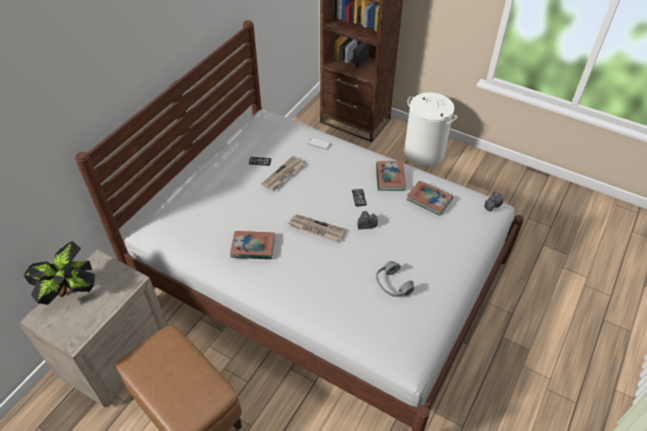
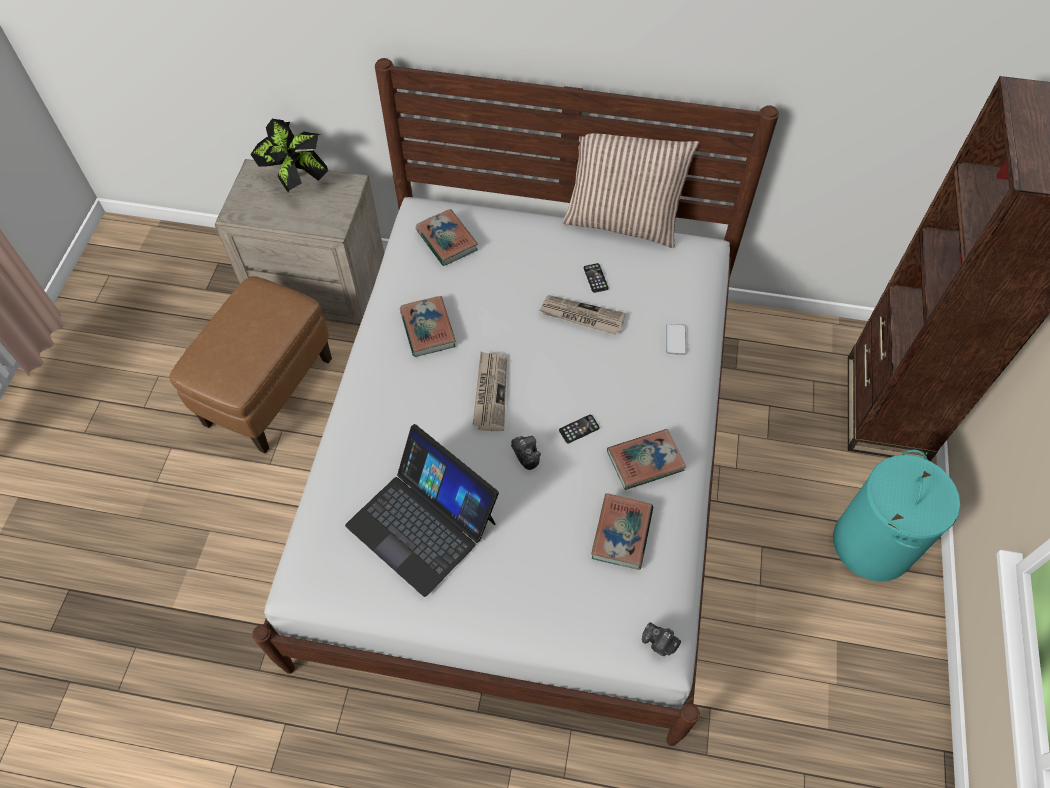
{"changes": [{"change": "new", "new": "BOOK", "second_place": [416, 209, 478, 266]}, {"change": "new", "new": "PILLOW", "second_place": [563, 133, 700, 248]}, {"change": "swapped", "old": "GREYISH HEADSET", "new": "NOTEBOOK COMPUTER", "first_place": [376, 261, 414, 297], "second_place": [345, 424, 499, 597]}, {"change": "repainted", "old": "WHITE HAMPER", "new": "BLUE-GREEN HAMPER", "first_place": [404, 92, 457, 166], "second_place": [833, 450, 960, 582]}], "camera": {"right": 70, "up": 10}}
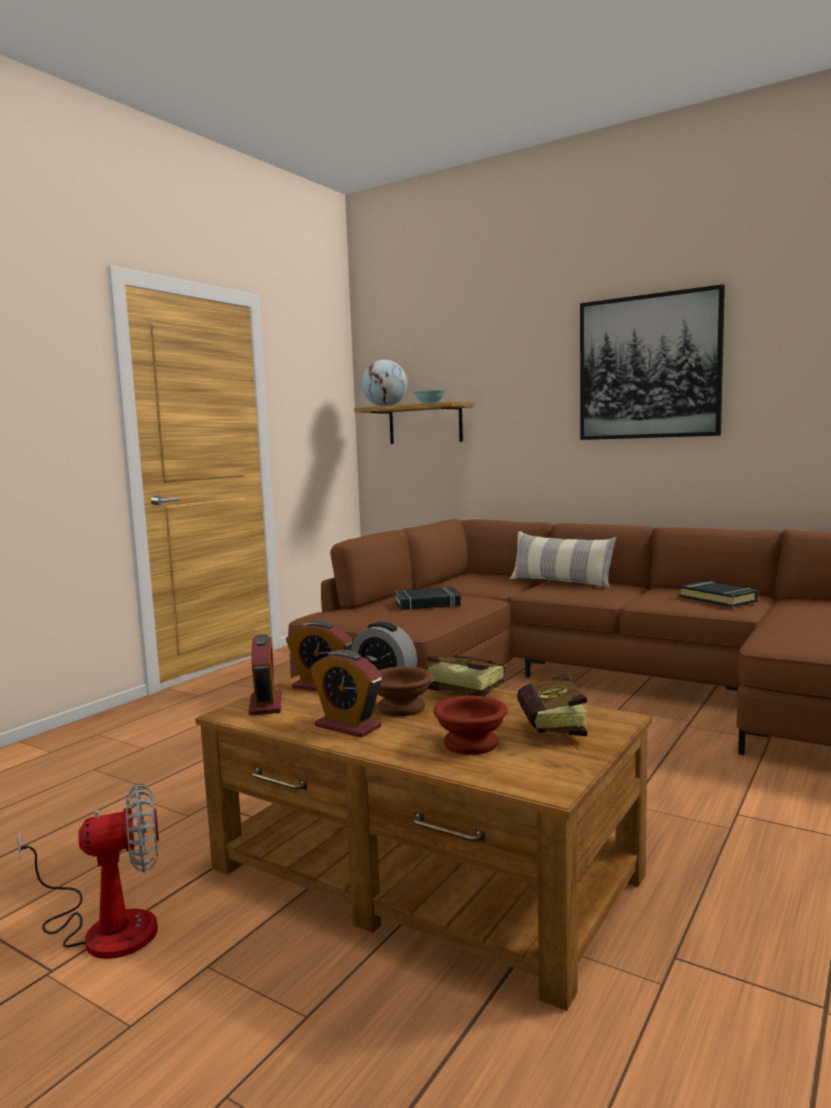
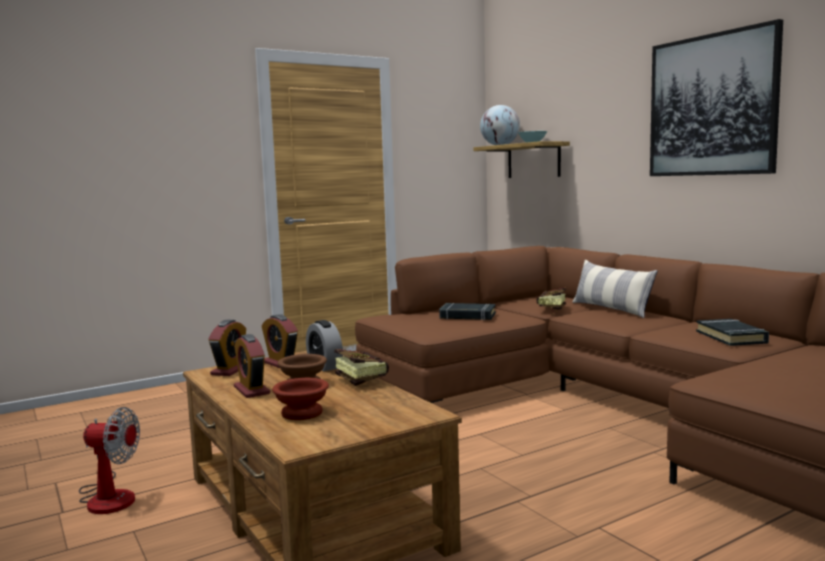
{"changes": [{"change": "shifted", "old": "BOOK", "first_place": [517, 674, 588, 753], "second_place": [536, 287, 566, 315]}], "camera": {"right": 25, "up": 0}}
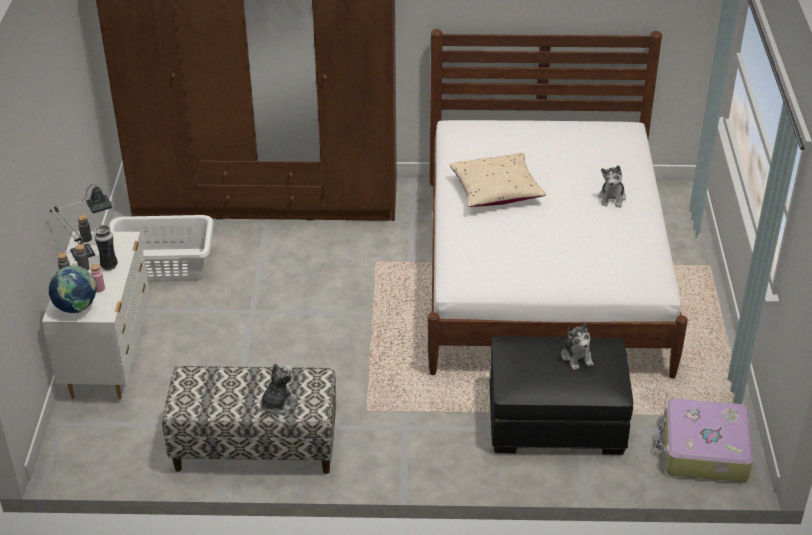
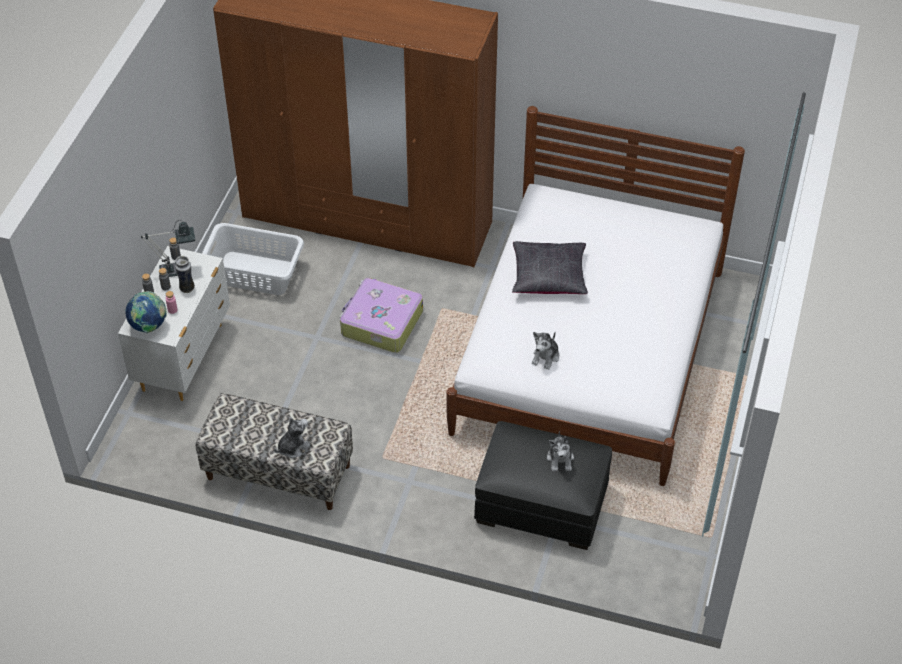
{"changes": [{"change": "shifted", "old": "CUDDLY TOY", "first_place": [599, 165, 626, 208], "second_place": [532, 332, 559, 370]}, {"change": "shifted", "old": "PIECE OF LUGGAGE", "first_place": [656, 398, 753, 482], "second_place": [340, 278, 423, 353]}, {"change": "repainted", "old": "BEIGE PILLOW", "new": "BLACKISH PILLOW", "first_place": [450, 153, 546, 207], "second_place": [512, 241, 588, 294]}], "camera": {"right": 15, "up": 10}}
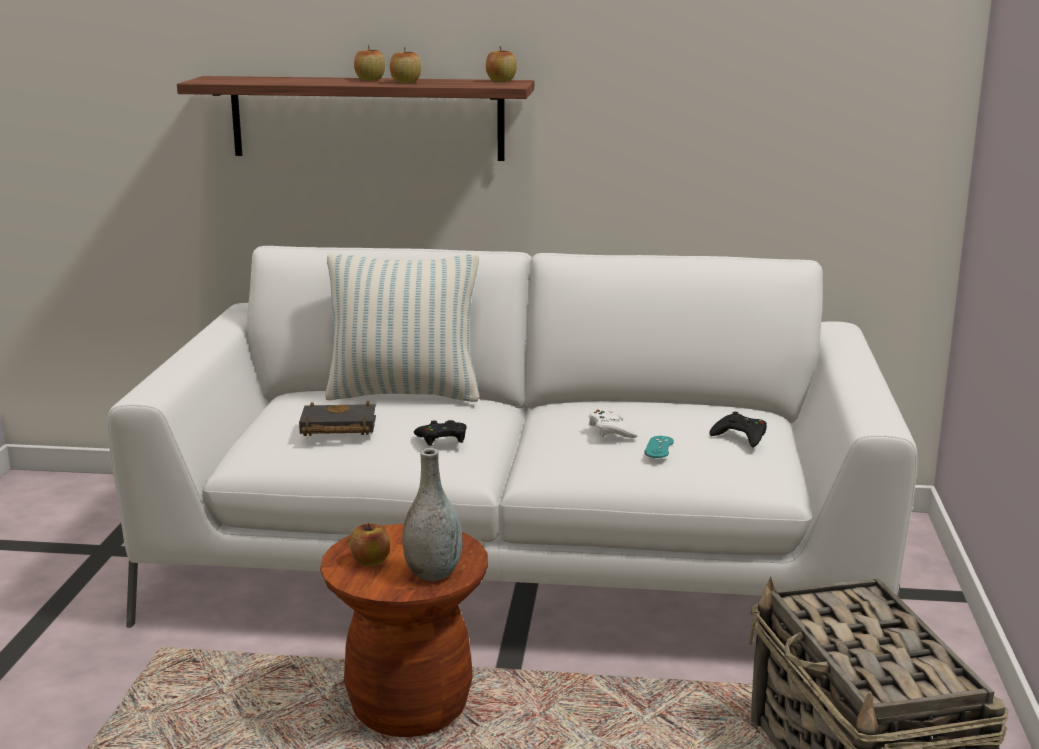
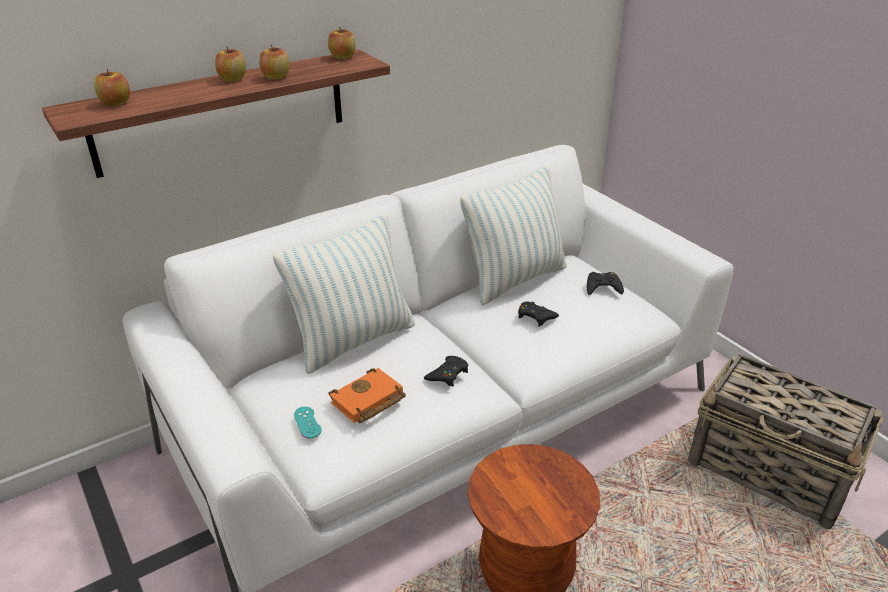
{"changes": [{"change": "gone", "old": "GREYISH DECORATIVE VASE", "first_place": [402, 448, 463, 581]}, {"change": "new", "new": "PILLOW", "second_place": [460, 165, 567, 305]}, {"change": "shifted", "old": "APPLE FRUIT", "first_place": [350, 523, 390, 566], "second_place": [94, 69, 130, 106]}, {"change": "shifted", "old": "BLUE-GREEN GAMEPAD", "first_place": [644, 436, 674, 458], "second_place": [294, 407, 322, 438]}, {"change": "repainted", "old": "BLACKISH BOOK", "new": "ORANGE-COLOURED BOOK", "first_place": [299, 401, 376, 436], "second_place": [328, 368, 406, 423]}, {"change": "repainted", "old": "WHITE GAMEPAD", "new": "BLACKISH GAMEPAD", "first_place": [588, 409, 638, 438], "second_place": [518, 301, 559, 327]}], "camera": {"right": -40, "up": 15}}
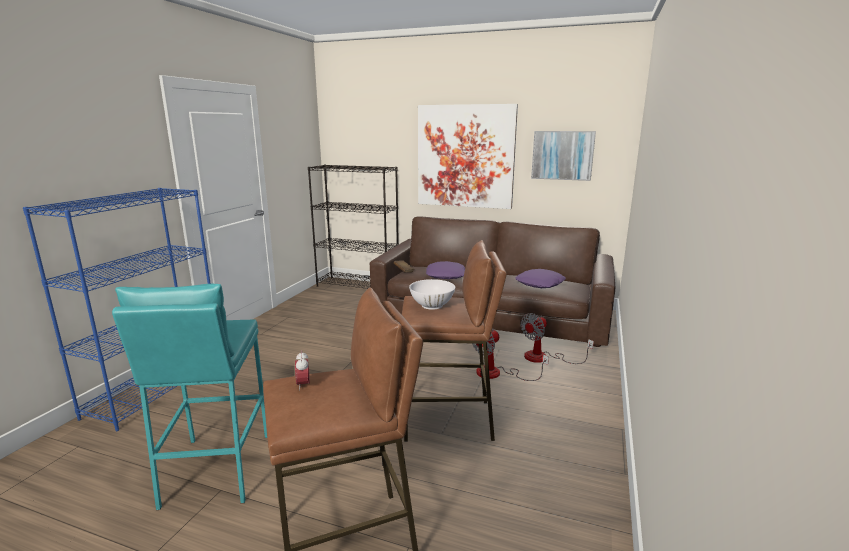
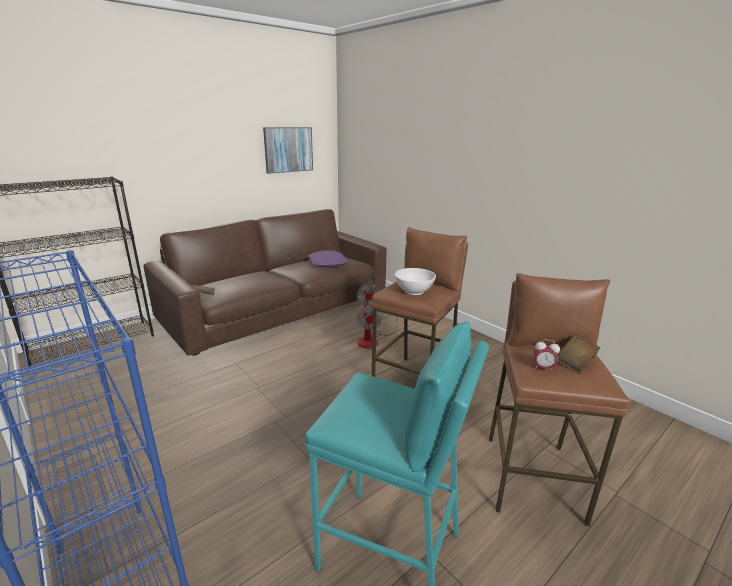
{"changes": [{"change": "gone", "old": "PICTURE", "first_place": [418, 104, 518, 209]}, {"change": "gone", "old": "PURPLISH PILLOW", "first_place": [426, 261, 465, 279]}, {"change": "new", "new": "BROWNISH BOOK", "second_place": [557, 335, 600, 373]}], "camera": {"right": -60, "up": 5}}
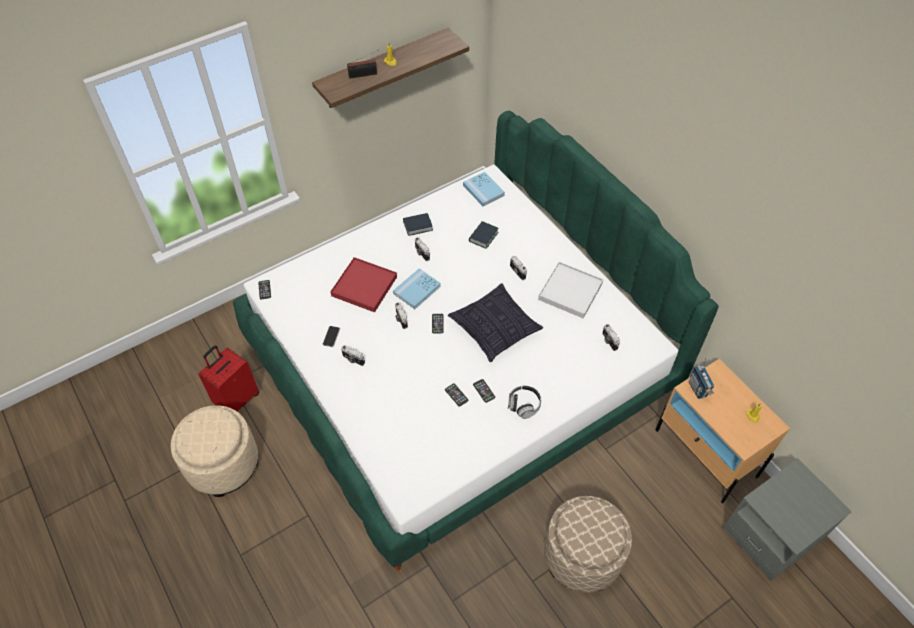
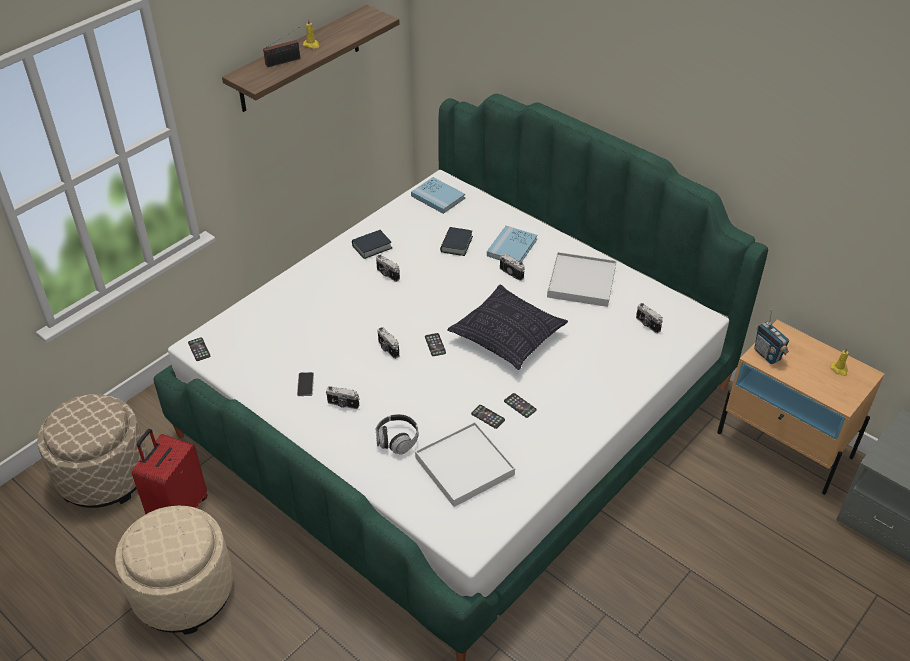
{"changes": [{"change": "gone", "old": "RED-COLOURED CARRYING TRAY", "first_place": [330, 257, 397, 312]}, {"change": "new", "new": "WHITE CARRYING TRAY", "second_place": [415, 422, 515, 507]}, {"change": "shifted", "old": "BLUISH BOOK", "first_place": [393, 268, 441, 309], "second_place": [487, 226, 537, 262]}, {"change": "shifted", "old": "HEADSET", "first_place": [508, 386, 541, 419], "second_place": [376, 414, 418, 455]}, {"change": "shifted", "old": "BEIGE POUFFE", "first_place": [544, 496, 632, 592], "second_place": [37, 394, 148, 508]}], "camera": {"right": -15, "up": -10}}
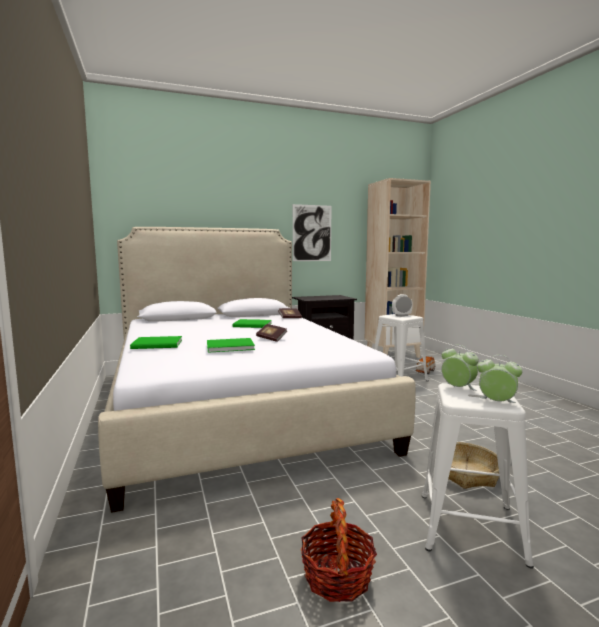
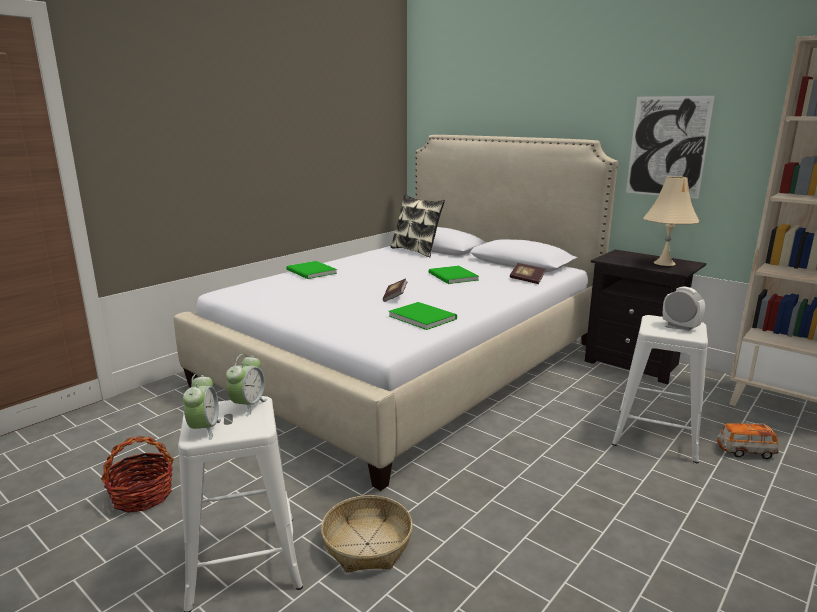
{"changes": [{"change": "new", "new": "PILLOW", "second_place": [390, 194, 445, 257]}, {"change": "new", "new": "BEIGE TABLE LAMP", "second_place": [643, 176, 699, 266]}, {"change": "shifted", "old": "GREEN-COLOURED BOOK", "first_place": [207, 338, 255, 353], "second_place": [389, 302, 457, 330]}], "camera": {"right": 60, "up": 10}}
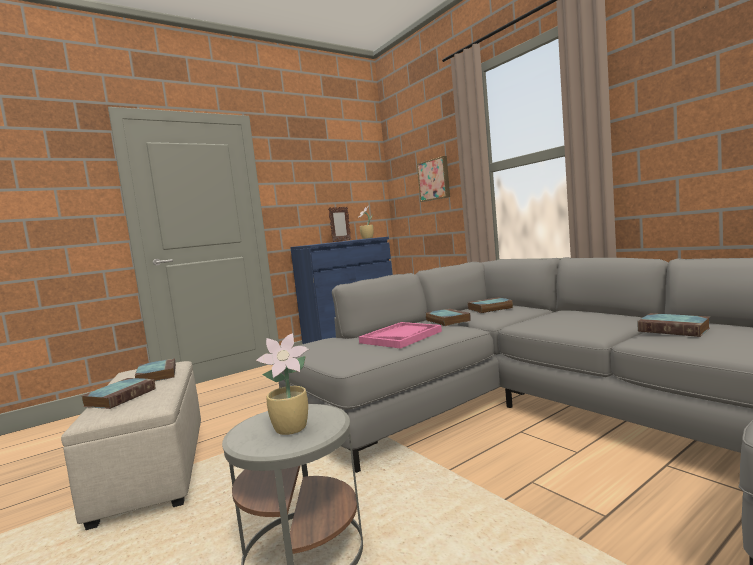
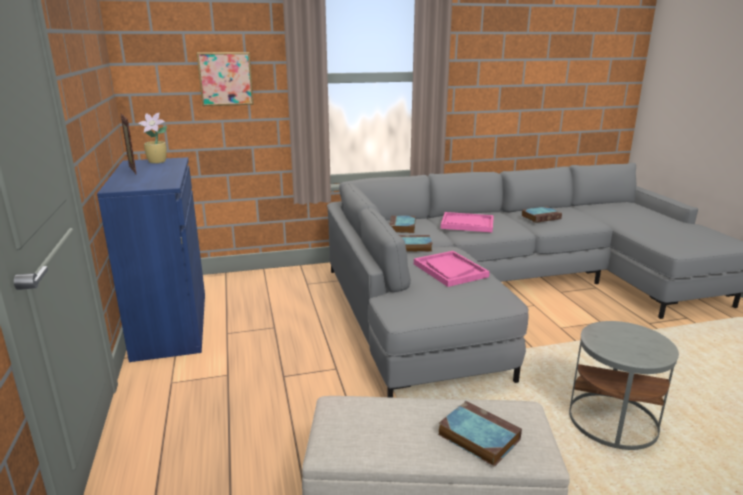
{"changes": [{"change": "gone", "old": "BOOK", "first_place": [134, 358, 176, 381]}, {"change": "gone", "old": "PLANT IN A POT", "first_place": [256, 333, 309, 435]}, {"change": "new", "new": "PINKISH CARRYING TRAY", "second_place": [441, 212, 494, 232]}], "camera": {"right": -70, "up": 15}}
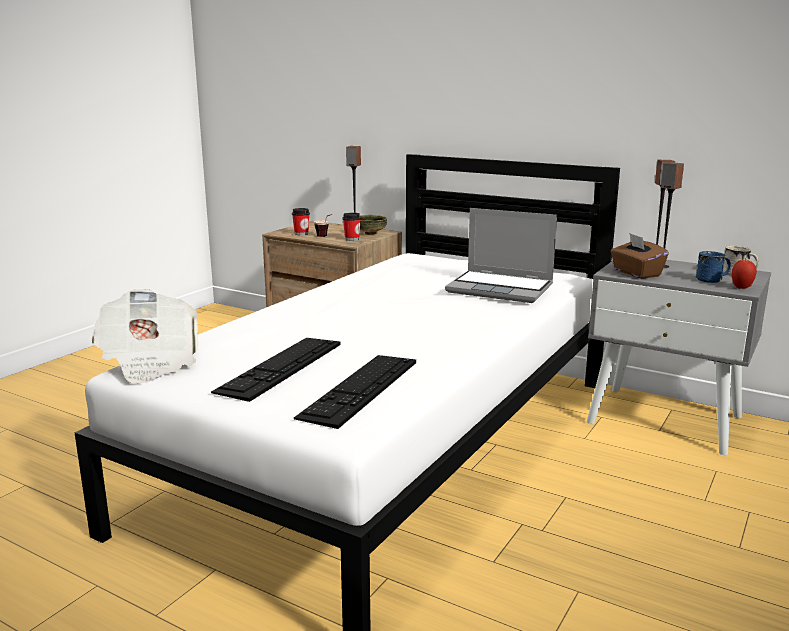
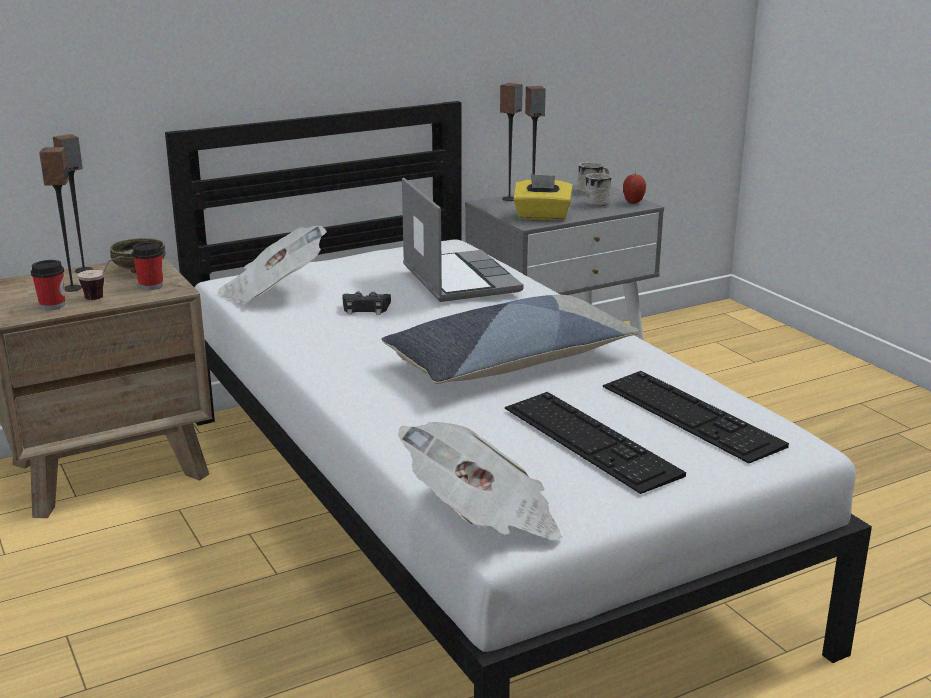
{"changes": [{"change": "new", "new": "LOUDSPEAKER", "second_place": [39, 147, 82, 292]}, {"change": "new", "new": "NEWSPAPER", "second_place": [218, 226, 327, 304]}, {"change": "new", "new": "BLACKISH GAMEPAD", "second_place": [342, 291, 391, 314]}, {"change": "new", "new": "PILLOW", "second_place": [381, 295, 639, 384]}, {"change": "repainted", "old": "BROWNISH TISSUE HOLDER", "new": "YELLOW TISSUE HOLDER", "first_place": [610, 233, 669, 279], "second_place": [513, 174, 573, 221]}, {"change": "repainted", "old": "BLUISH MUG", "new": "WHITE MUG", "first_place": [696, 251, 731, 283], "second_place": [585, 173, 612, 207]}, {"change": "rotated", "old": "NOTEBOOK COMPUTER", "first_place": [445, 208, 557, 303], "second_place": [402, 178, 524, 302], "degrees": -75}], "camera": {"right": -60, "up": 5}}
